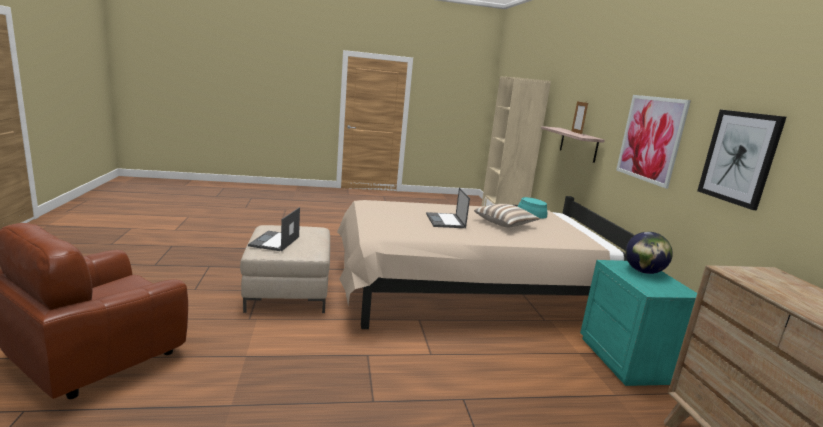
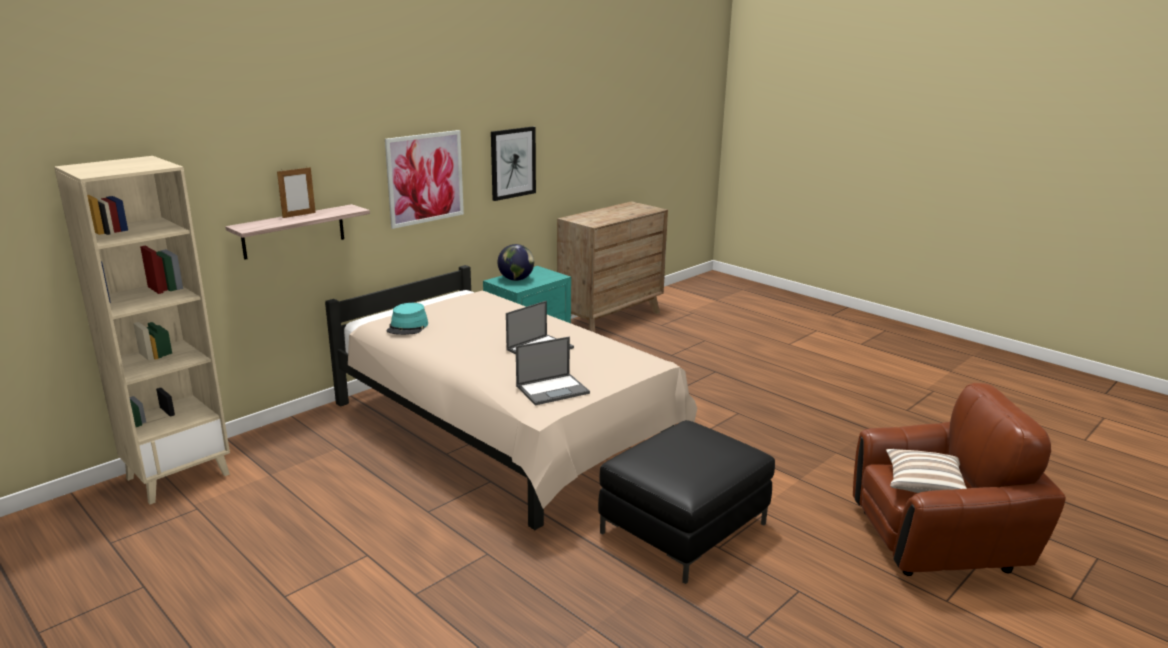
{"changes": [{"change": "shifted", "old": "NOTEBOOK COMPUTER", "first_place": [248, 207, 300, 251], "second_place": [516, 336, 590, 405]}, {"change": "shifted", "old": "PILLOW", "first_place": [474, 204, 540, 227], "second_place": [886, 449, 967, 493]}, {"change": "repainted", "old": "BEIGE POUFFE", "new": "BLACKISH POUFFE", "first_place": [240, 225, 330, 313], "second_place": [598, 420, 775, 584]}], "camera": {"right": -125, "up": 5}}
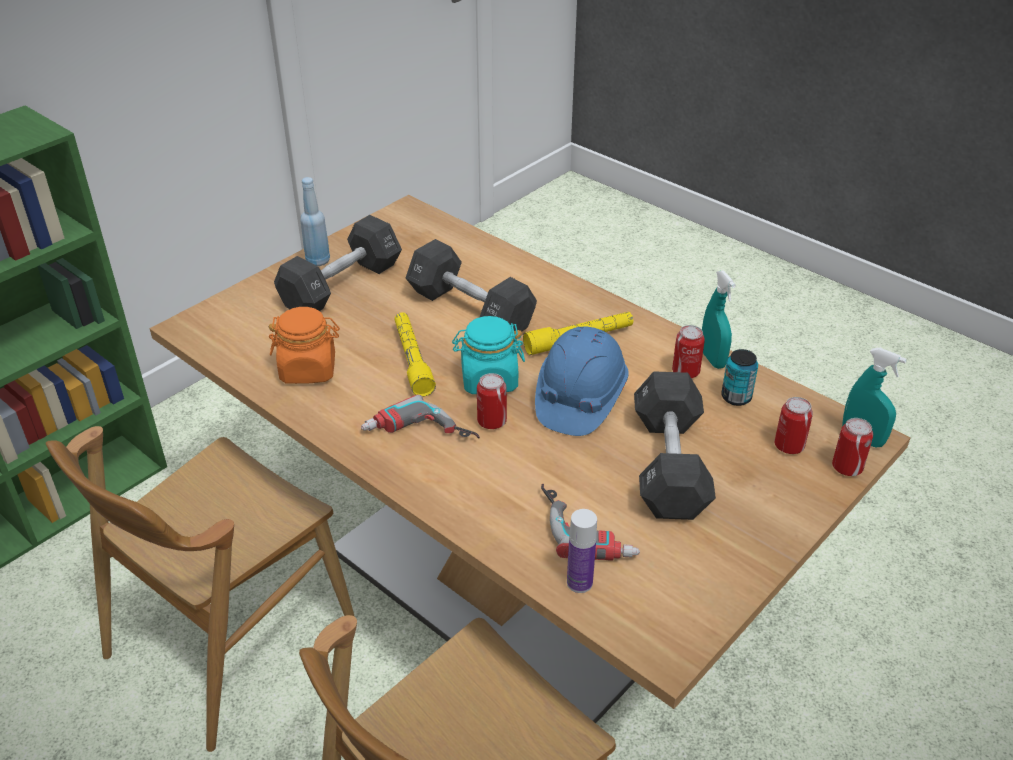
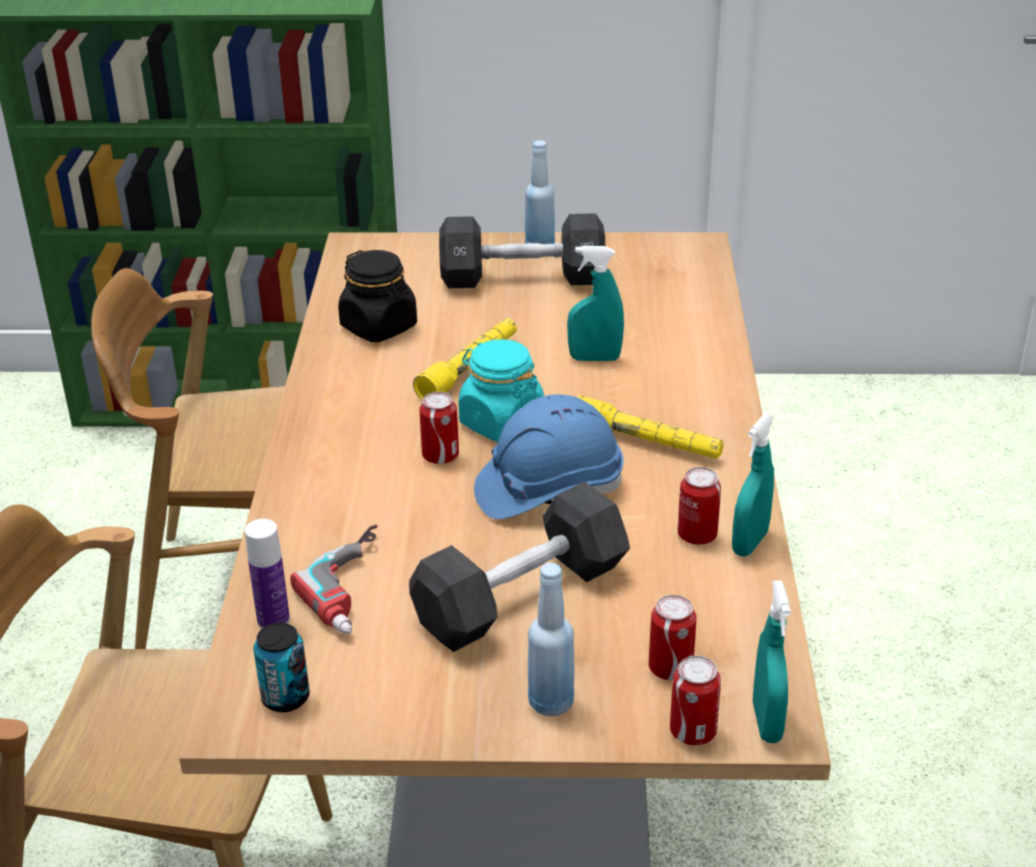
{"changes": [{"change": "gone", "old": "DRILL", "first_place": [361, 394, 480, 438]}, {"change": "new", "new": "BLUISH DRINK BOTTLE", "second_place": [528, 563, 574, 716]}, {"change": "shifted", "old": "METAL CAN", "first_place": [721, 349, 758, 406], "second_place": [253, 623, 310, 712]}, {"change": "swapped", "old": "BLACKISH DUMBBELL", "new": "BLUE-GREEN SPRAY BOTTLE", "first_place": [406, 239, 537, 332], "second_place": [567, 246, 624, 361]}, {"change": "repainted", "old": "ORANGE-COLOURED PRESERVE JAR", "new": "BLACKISH PRESERVE JAR", "first_place": [268, 307, 340, 384], "second_place": [338, 250, 417, 342]}], "camera": {"right": 50, "up": -5}}
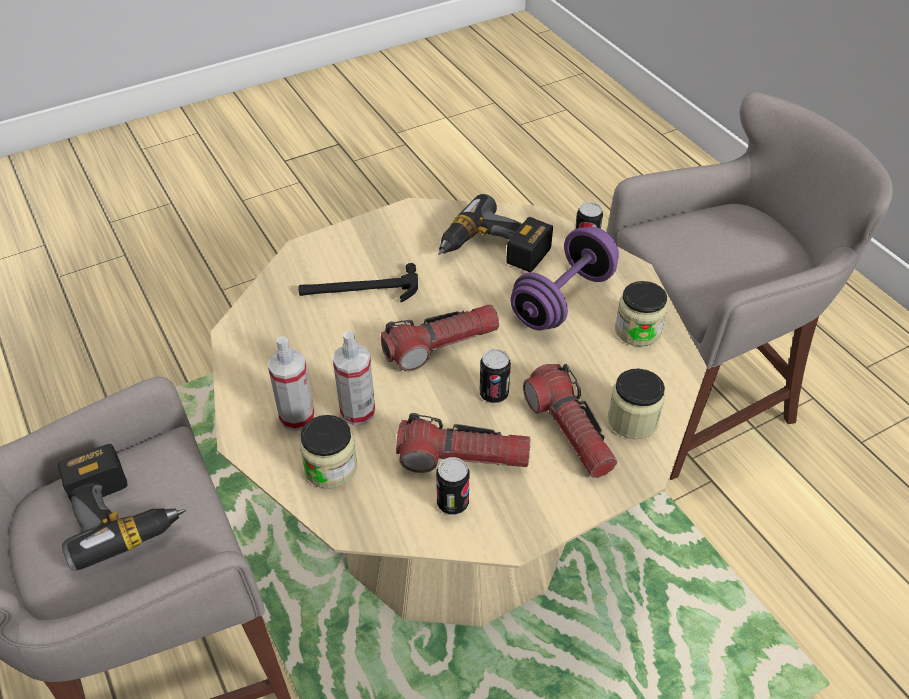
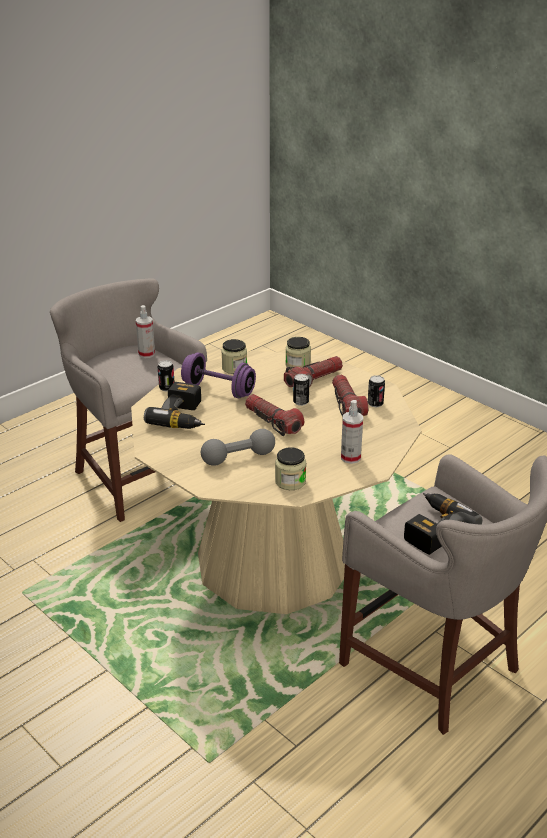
{"changes": [{"change": "shifted", "old": "PRESERVE JAR", "first_place": [300, 415, 357, 489], "second_place": [275, 447, 306, 490]}, {"change": "shifted", "old": "SPRAY BOTTLE", "first_place": [333, 331, 375, 426], "second_place": [136, 305, 155, 358]}, {"change": "swapped", "old": "HAMMER", "new": "GREYISH DUMBBELL", "first_place": [299, 263, 418, 302], "second_place": [201, 429, 275, 466]}], "camera": {"right": -105, "up": -15}}
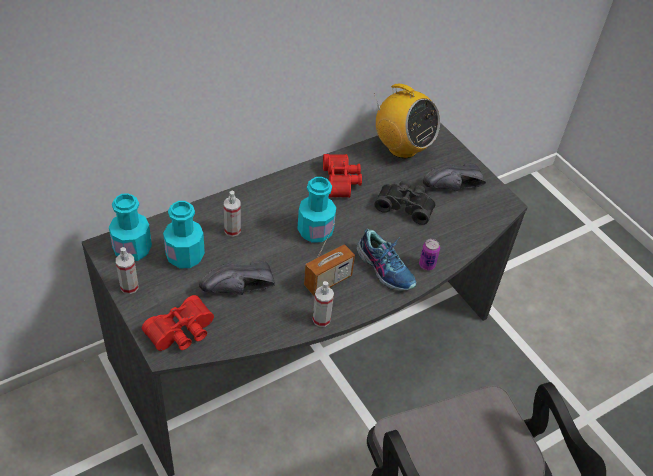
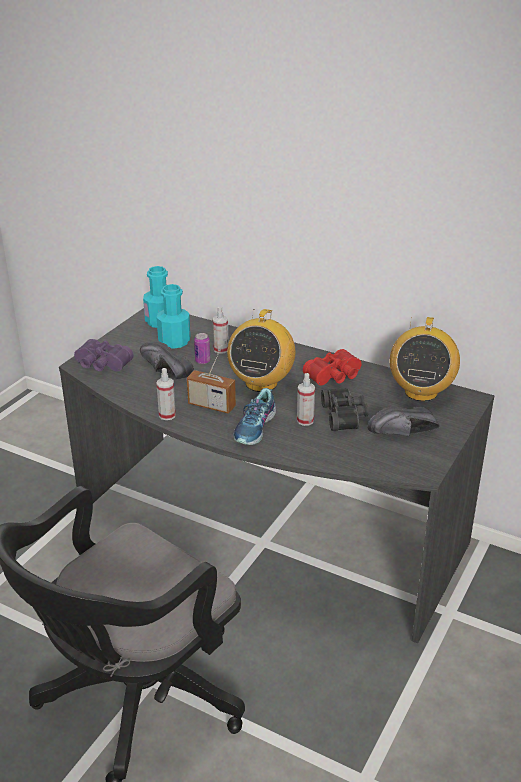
{"changes": [{"change": "shifted", "old": "SPRAY BOTTLE", "first_place": [116, 247, 138, 294], "second_place": [297, 373, 315, 426]}, {"change": "shifted", "old": "METAL CAN", "first_place": [419, 239, 440, 271], "second_place": [194, 333, 210, 364]}, {"change": "swapped", "old": "BLUE-GREEN DRINK BOTTLE", "new": "RADIO SET", "first_place": [297, 177, 336, 243], "second_place": [227, 309, 295, 392]}, {"change": "repainted", "old": "RED-COLOURED PAIR OF BINOCULARS", "new": "PURPLISH PAIR OF BINOCULARS", "first_place": [142, 295, 214, 351], "second_place": [74, 339, 134, 372]}, {"change": "rotated", "old": "BLACKISH LOW SHOE", "first_place": [423, 163, 486, 191], "second_place": [367, 406, 439, 436], "degrees": -60}], "camera": {"right": 65, "up": -15}}
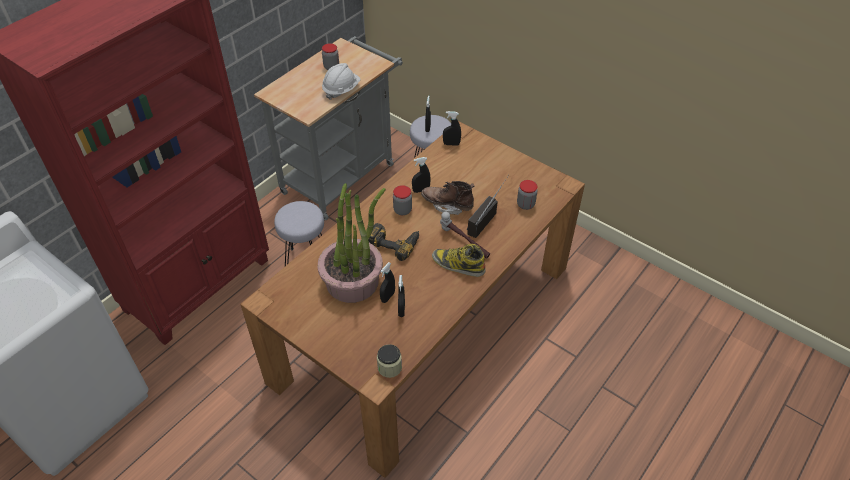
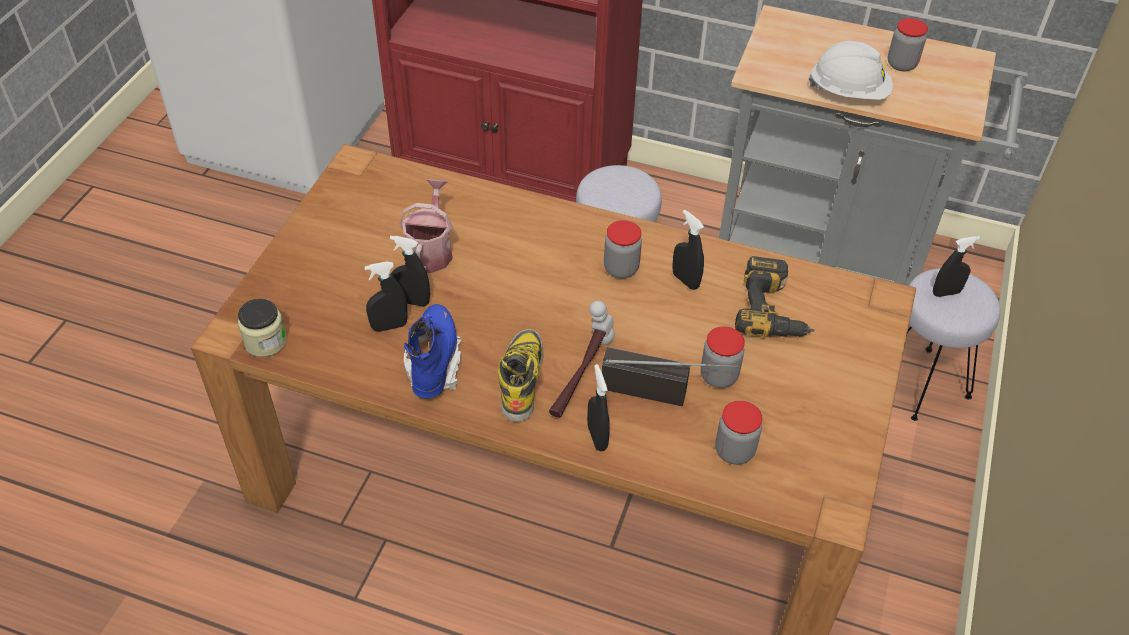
{"changes": [{"change": "gone", "old": "BROWNISH TALL BOOT", "first_place": [421, 181, 475, 215]}, {"change": "new", "new": "BLUISH TALL BOOT", "second_place": [404, 304, 462, 398]}, {"change": "new", "new": "PRESERVE JAR", "second_place": [701, 326, 745, 388]}, {"change": "shifted", "old": "DRILL", "first_place": [368, 223, 419, 261], "second_place": [735, 256, 814, 337]}, {"change": "shifted", "old": "BLACKISH SPRAY BOTTLE", "first_place": [443, 111, 461, 146], "second_place": [587, 364, 610, 451]}, {"change": "swapped", "old": "PLANT IN A POT", "new": "SPRINKLING CAN", "first_place": [318, 183, 386, 303], "second_place": [399, 179, 453, 273]}], "camera": {"right": 70, "up": 0}}
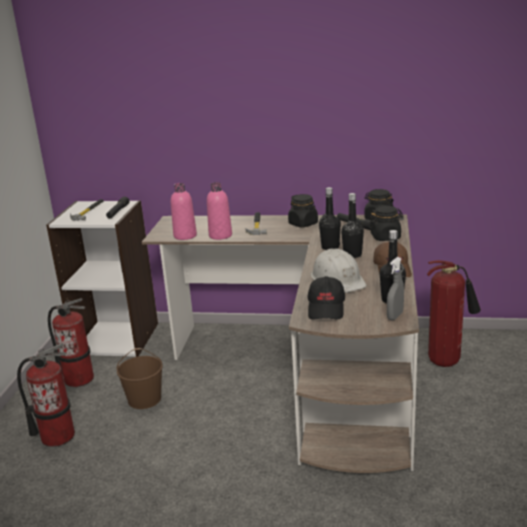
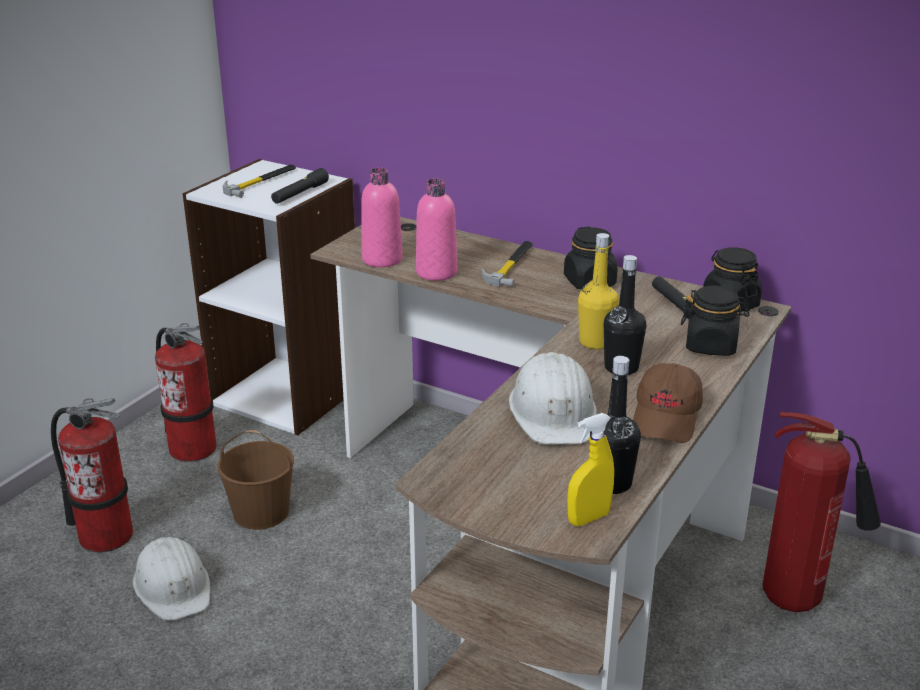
{"changes": [{"change": "gone", "old": "BLACKISH CAP", "first_place": [308, 276, 345, 320]}, {"change": "new", "new": "WHITE SAFETY HELMET", "second_place": [133, 537, 210, 621]}, {"change": "repainted", "old": "BLACKISH DRINK BOTTLE", "new": "YELLOW DRINK BOTTLE", "first_place": [319, 187, 341, 250], "second_place": [578, 233, 619, 349]}, {"change": "repainted", "old": "GREYISH SPRAY BOTTLE", "new": "YELLOW SPRAY BOTTLE", "first_place": [387, 257, 404, 320], "second_place": [567, 413, 614, 526]}], "camera": {"right": 20, "up": 5}}
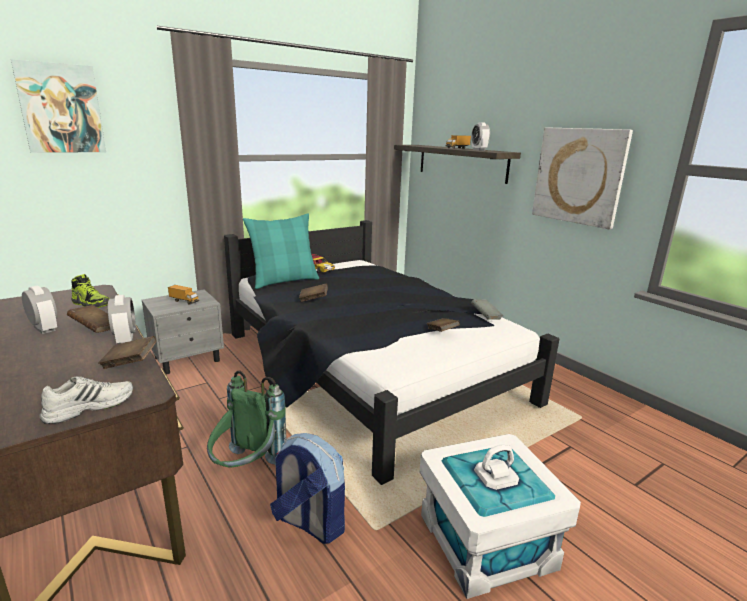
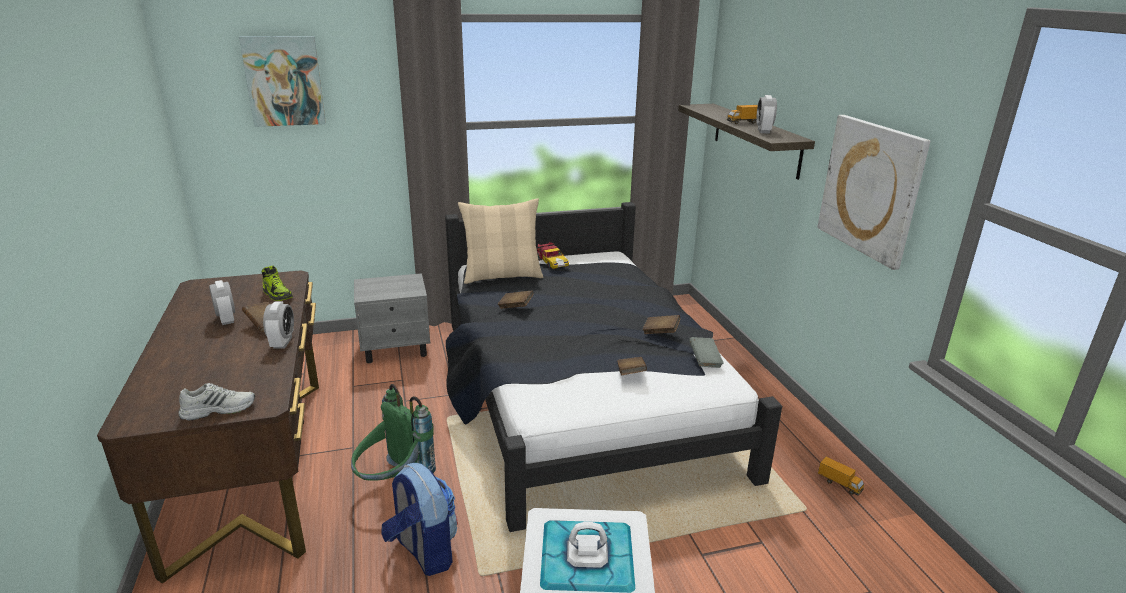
{"changes": [{"change": "shifted", "old": "BROWNISH BOOK", "first_place": [98, 336, 157, 369], "second_place": [643, 315, 680, 334]}, {"change": "shifted", "old": "TOY TRUCK", "first_place": [168, 285, 199, 305], "second_place": [818, 457, 864, 496]}, {"change": "repainted", "old": "BLUE-GREEN PILLOW", "new": "BEIGE PILLOW", "first_place": [243, 214, 319, 289], "second_place": [458, 198, 543, 284]}], "camera": {"right": 20, "up": 5}}
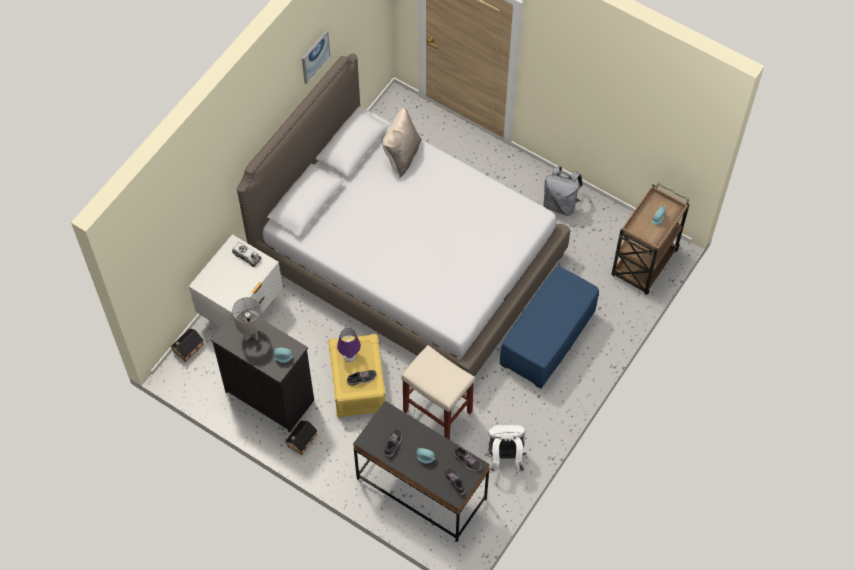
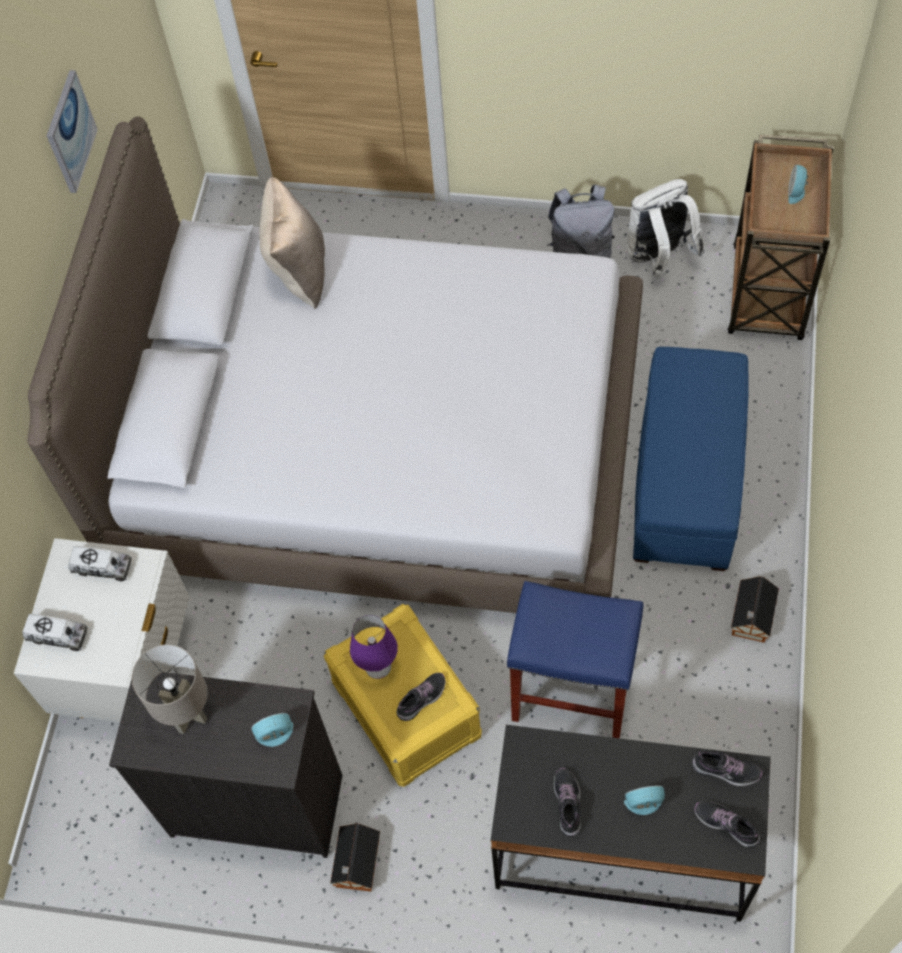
{"changes": [{"change": "new", "new": "TOY TRUCK", "second_place": [23, 614, 88, 651]}, {"change": "shifted", "old": "MODEL HOUSE", "first_place": [171, 328, 203, 362], "second_place": [731, 576, 779, 643]}, {"change": "shifted", "old": "WHITE BACKPACK", "first_place": [485, 424, 526, 473], "second_place": [627, 179, 705, 277]}, {"change": "repainted", "old": "BEIGE STOOL", "new": "BLUISH STOOL", "first_place": [401, 345, 475, 439], "second_place": [507, 581, 644, 738]}], "camera": {"right": -20, "up": 0}}
